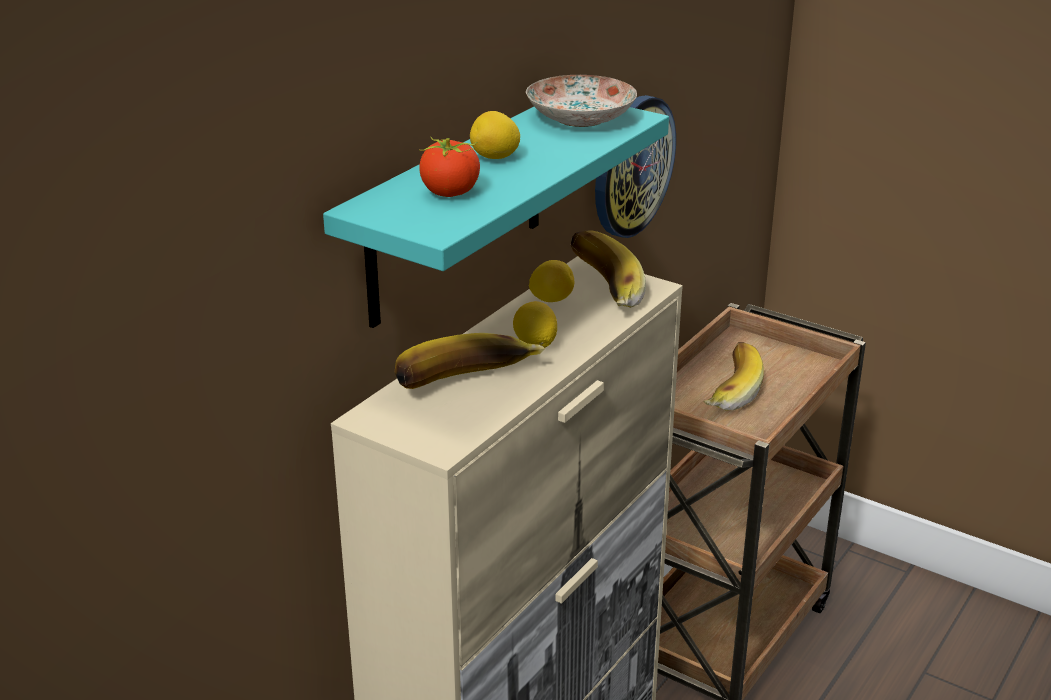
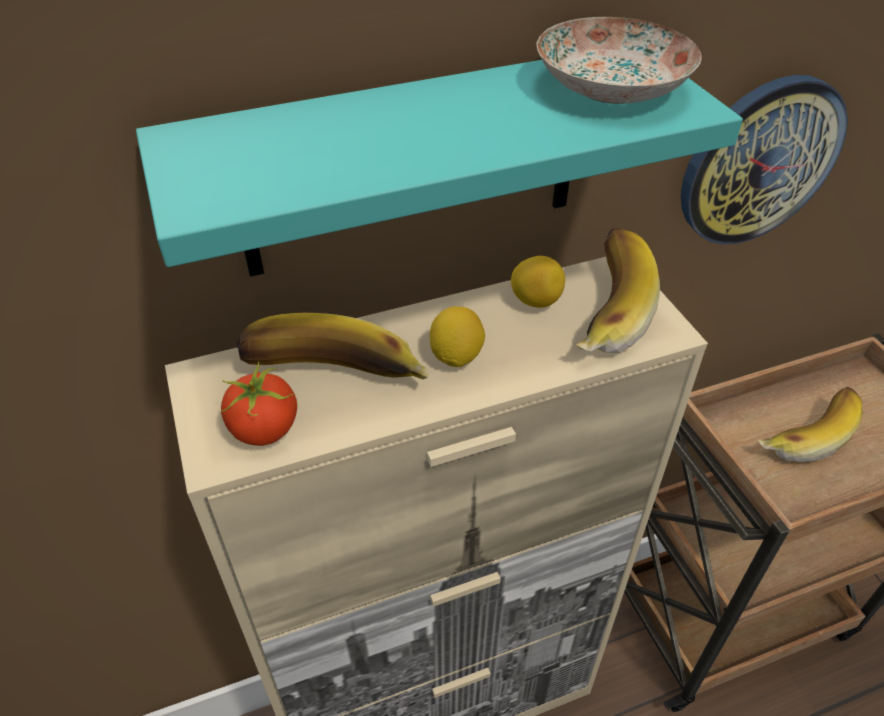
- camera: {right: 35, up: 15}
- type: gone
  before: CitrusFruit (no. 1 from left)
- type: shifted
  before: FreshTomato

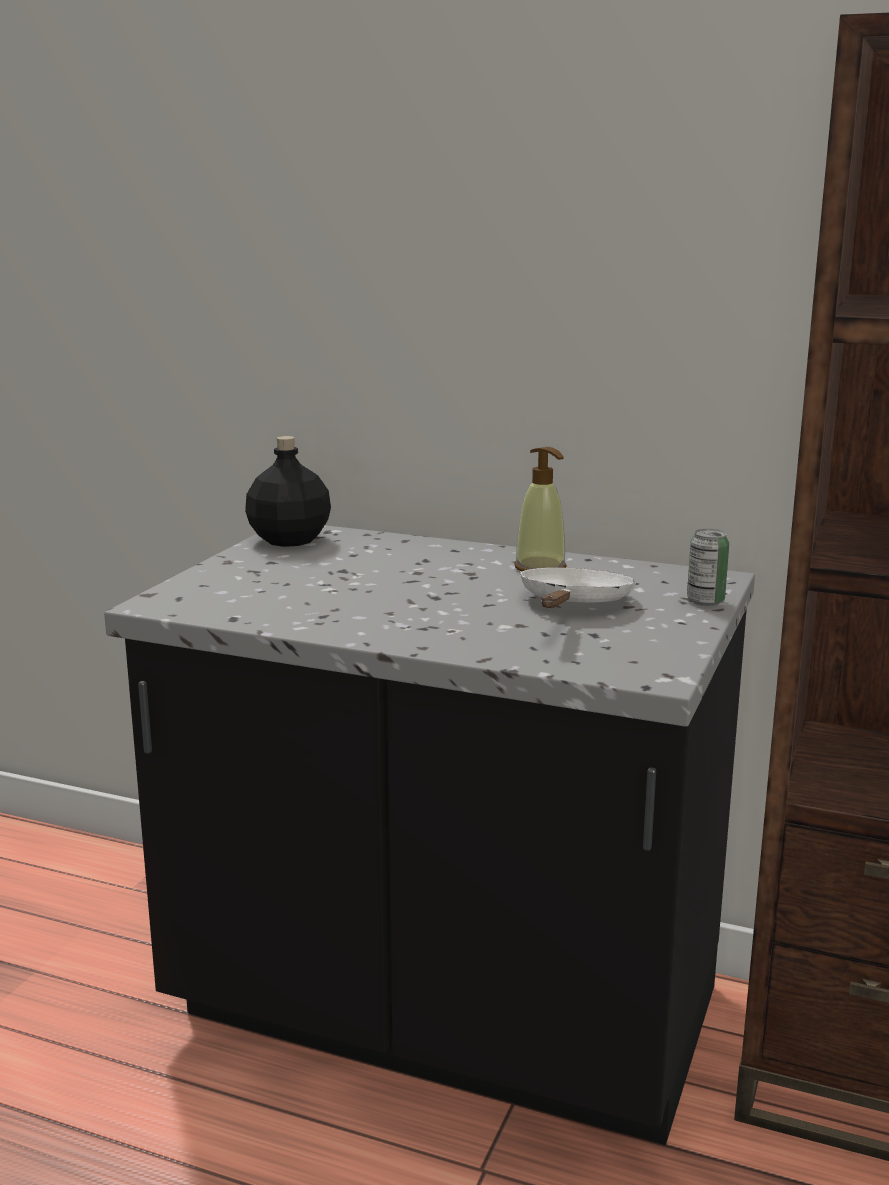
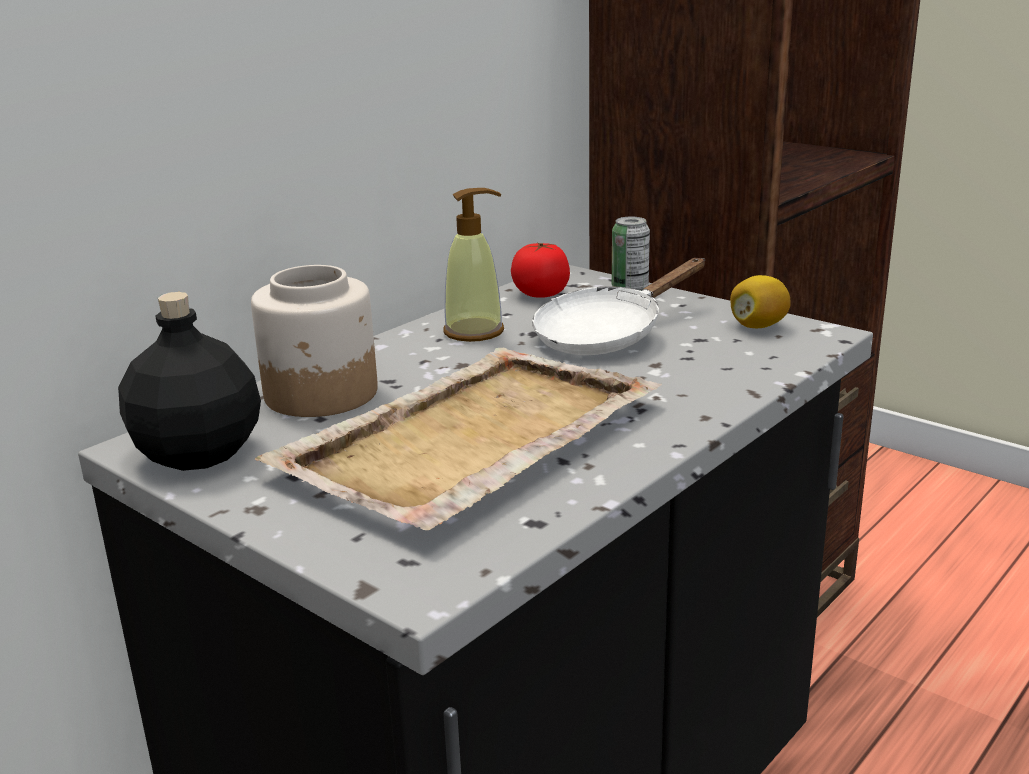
- camera: {right: -70, up: 5}
- type: new
  after: StorageJar
- type: new
  after: BeigeColouredCarryingTray
- type: new
  after: FreshTomato
- type: new
  after: CitrusFruit
- type: rotated
  before: WhiteColouredPan
  turn: -75

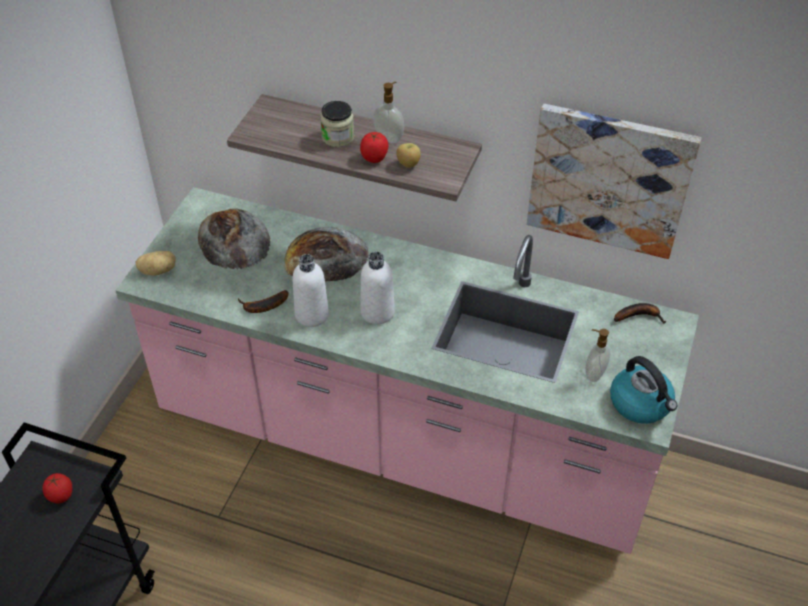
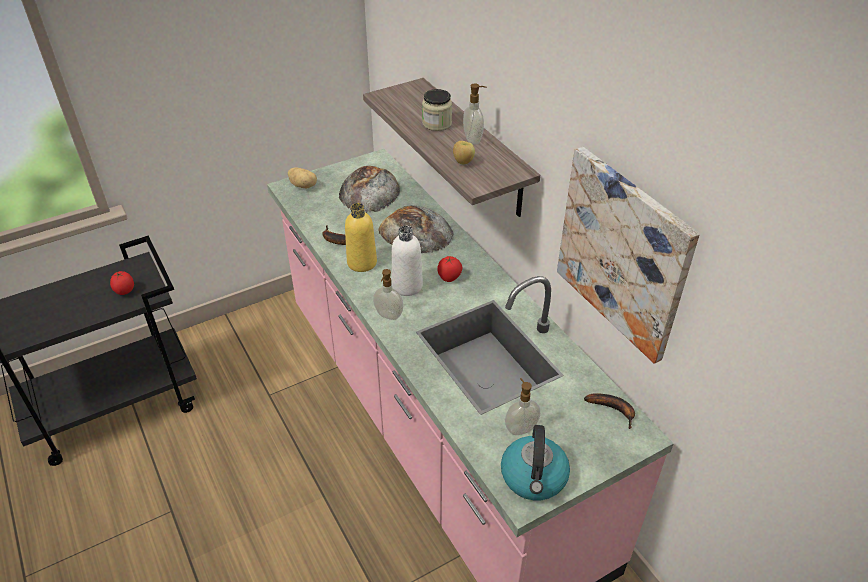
- camera: {right: 40, up: -5}
- type: new
  after: SoapBottle (no. 1 from left)
- type: shifted
  before: FreshTomato (no. 2 from left)
- type: repainted
  before: WhiteColouredDrinkBottle (no. 1 from left)
  after: YellowDrinkBottle

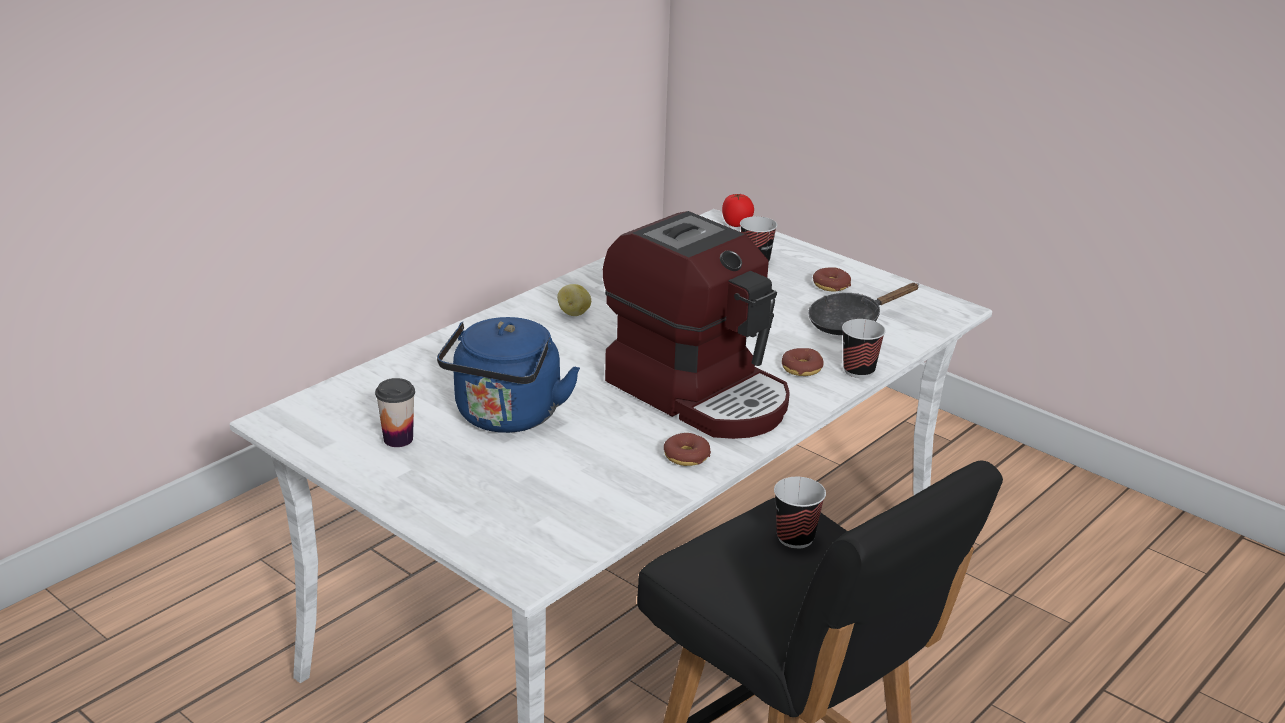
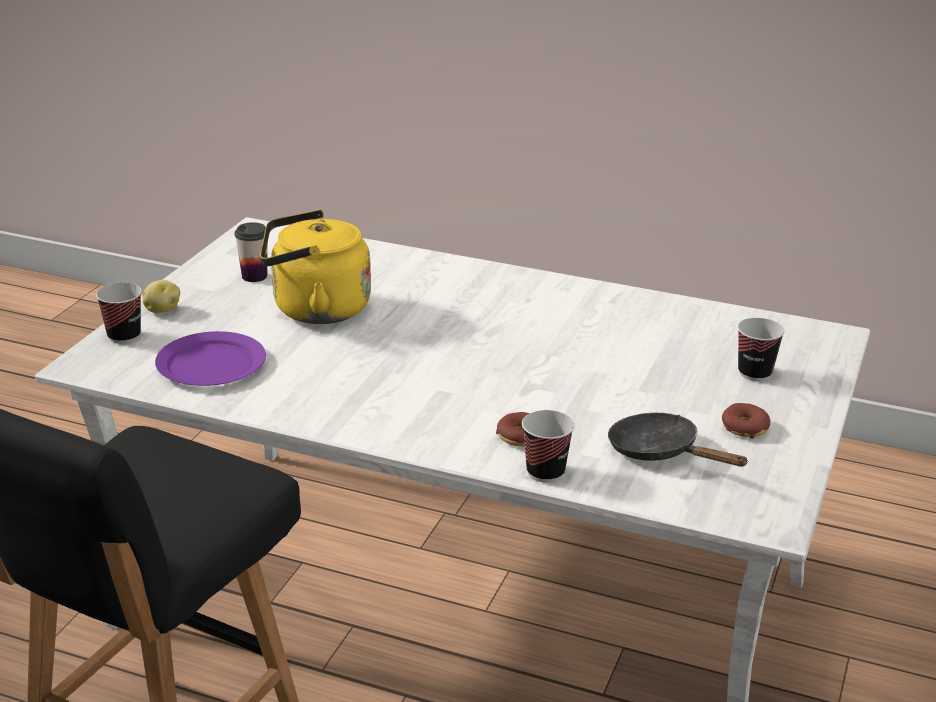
- camera: {right: 70, up: 0}
- type: gone
  before: CoffeeMaker
- type: gone
  before: RingDoughnut (no. 1 from left)
- type: gone
  before: FreshTomato
- type: new
  after: PurpleColouredFlatDish
- type: shifted
  before: WholePotato
- type: shifted
  before: DrinkingCup (no. 3 from left in the first image)
  after: DrinkingCup (no. 1 from left)
- type: repainted
  before: BlueColouredTeaKettle
  after: YellowTeaKettle

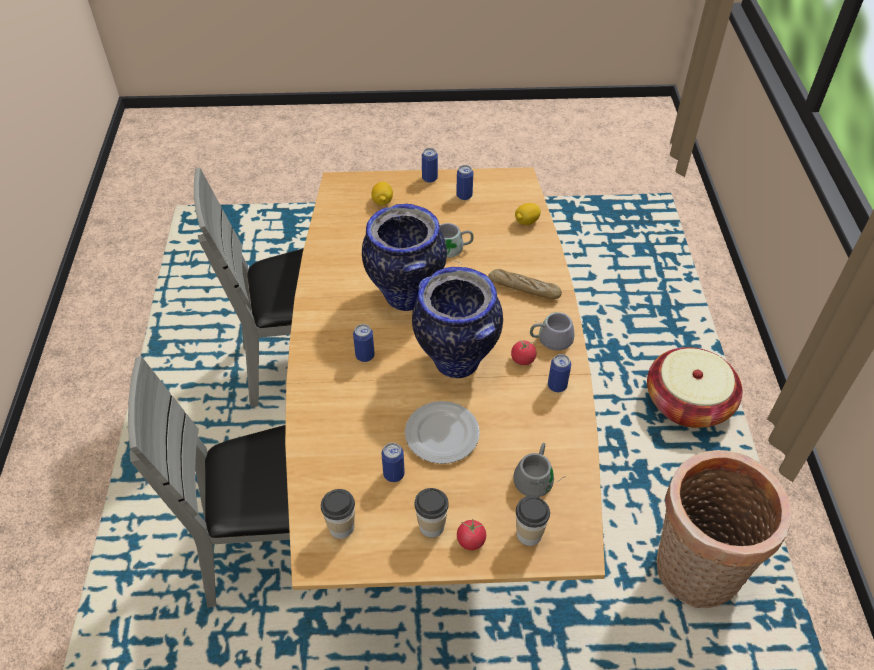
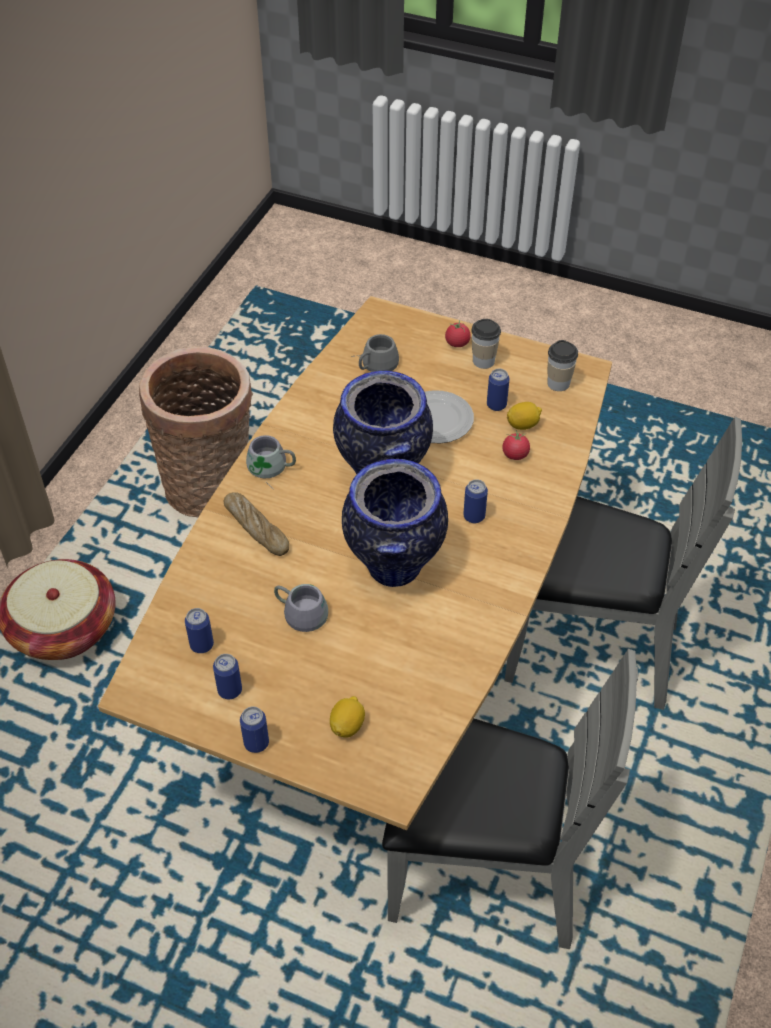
- camera: {right: -155, up: 0}
- type: gone
  before: DrinkingCup (no. 3 from left)
- type: shifted
  before: FreshTomato (no. 2 from left)
- type: shifted
  before: CitrusFruit (no. 2 from left)
- type: shifted
  before: Can (no. 5 from left in the first image)
  after: Can (no. 1 from left)

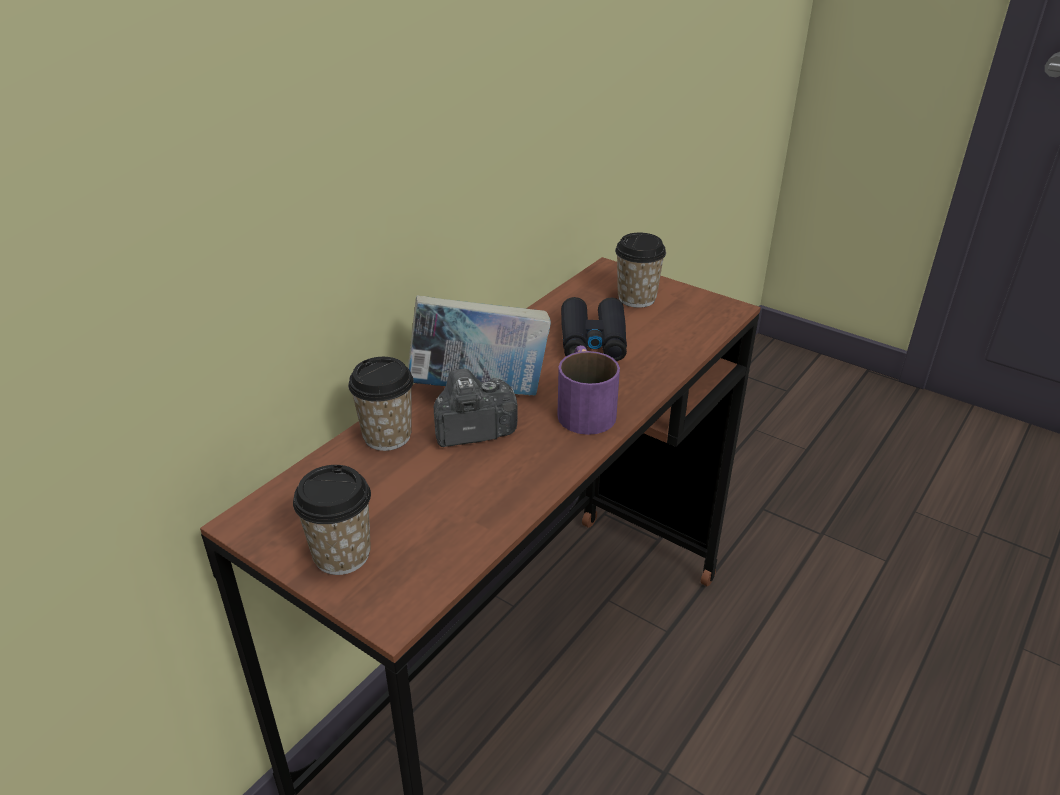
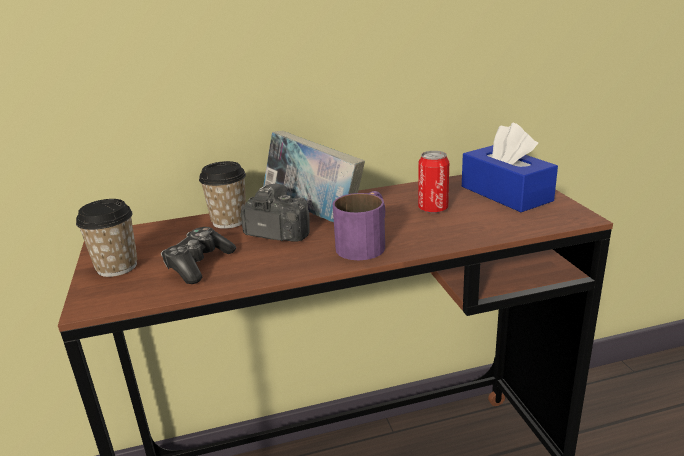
- camera: {right: 40, up: -10}
- type: new
  after: Joypad
- type: swapped
  before: BlackishBinoculars
  after: Can
- type: swapped
  before: DrinkingCup (no. 3 from left)
  after: BlueColouredTissueHolder

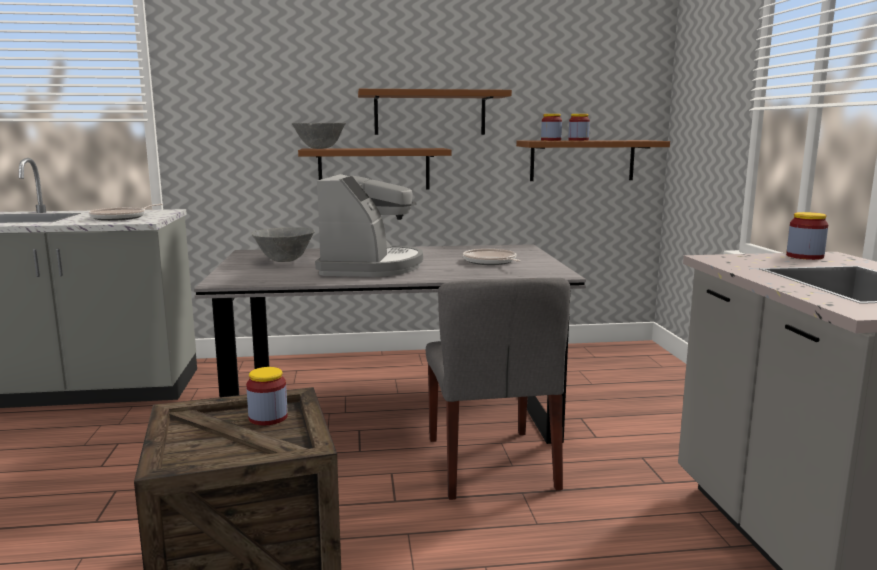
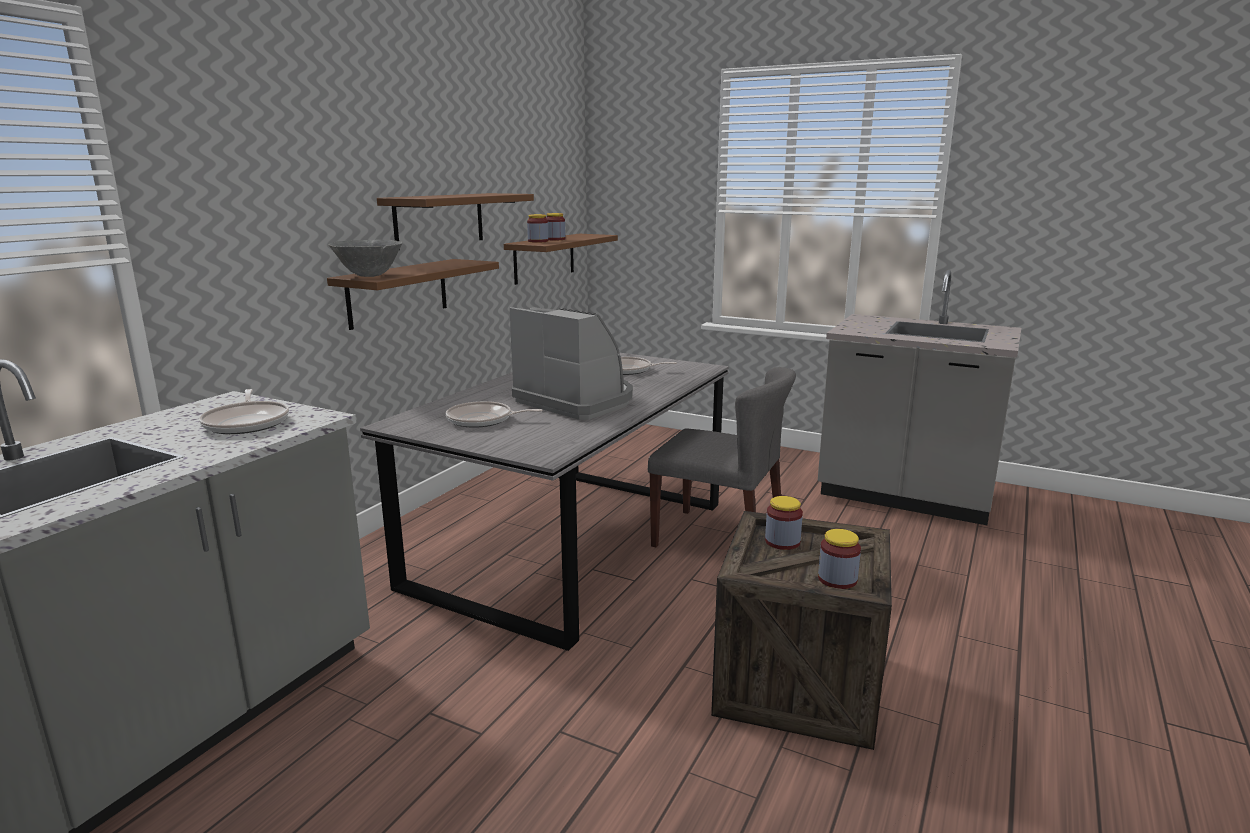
- camera: {right: -55, up: 5}
- type: shifted
  before: StorageJar (no. 4 from left)
- type: swapped
  before: GreyBowl (no. 1 from left)
  after: Pan (no. 2 from left)

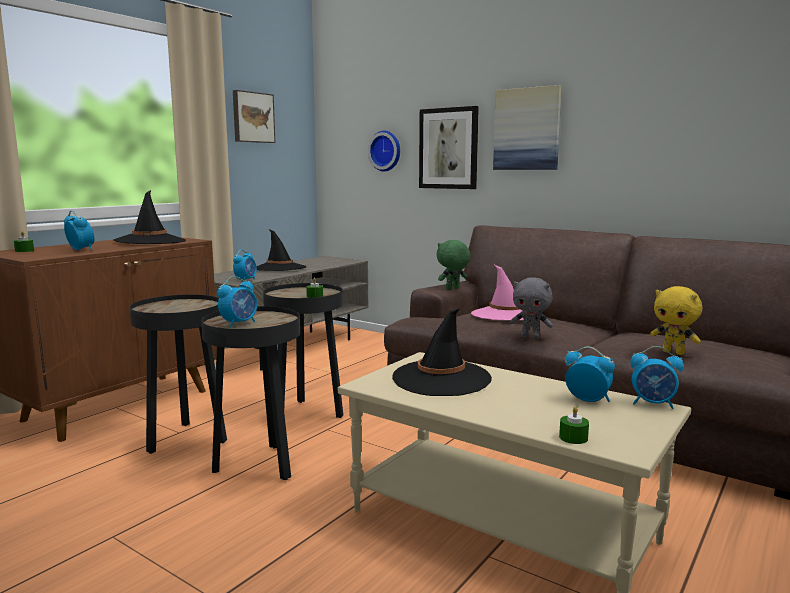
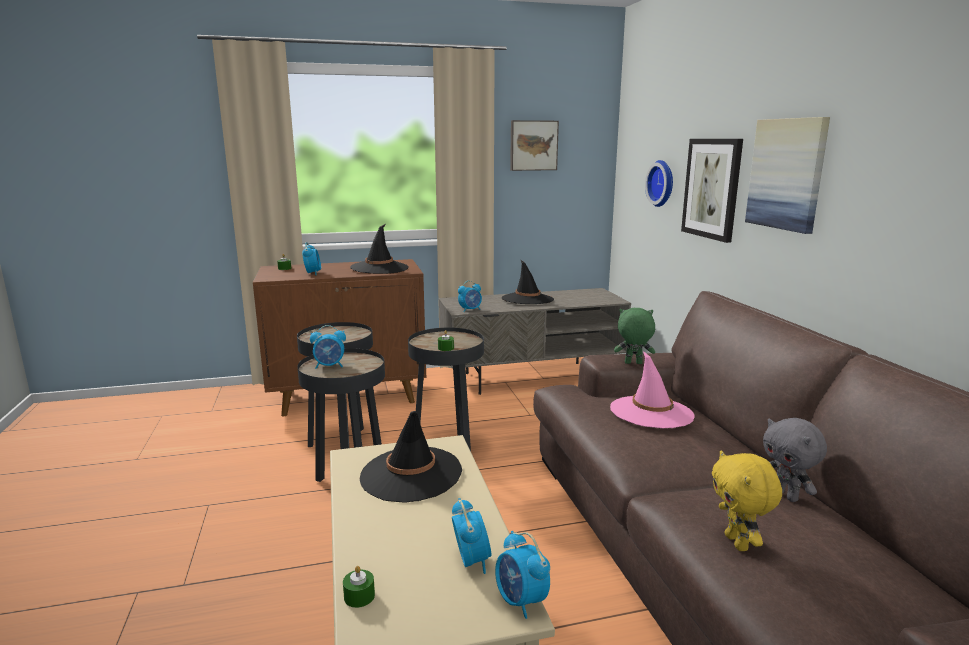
- camera: {right: 40, up: 5}
- type: shifted
  before: GreyPlushToy

